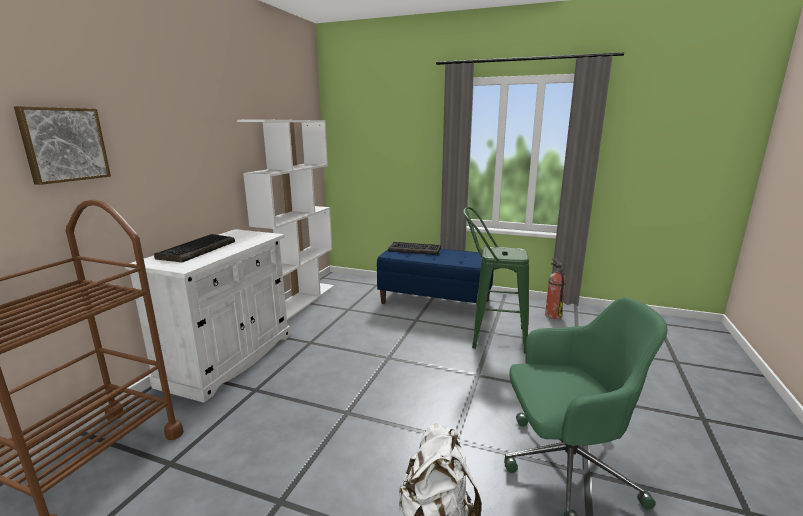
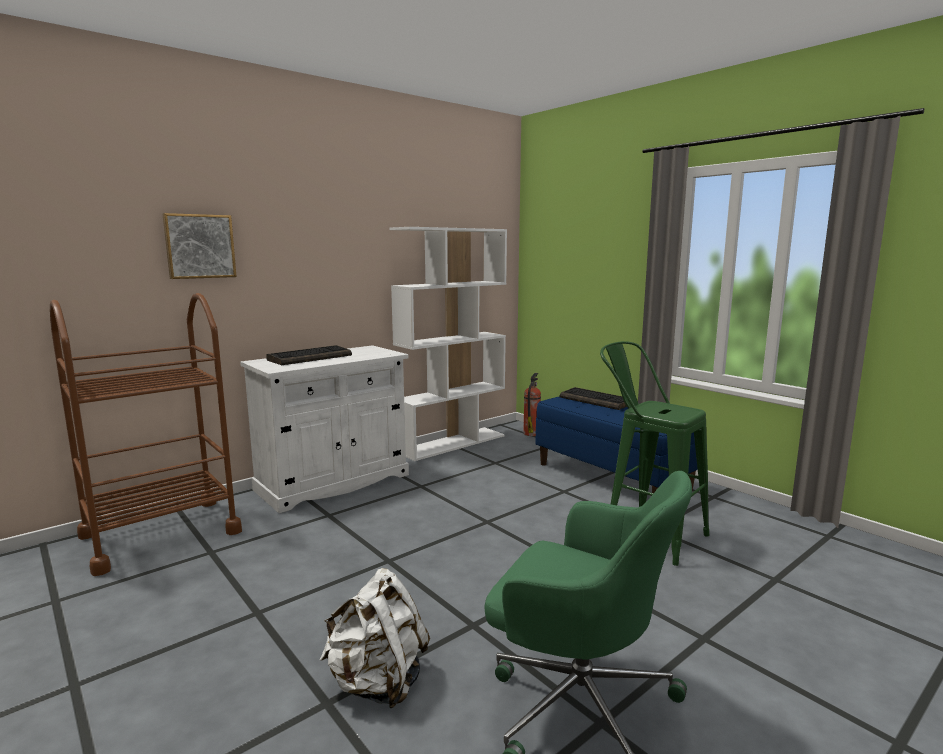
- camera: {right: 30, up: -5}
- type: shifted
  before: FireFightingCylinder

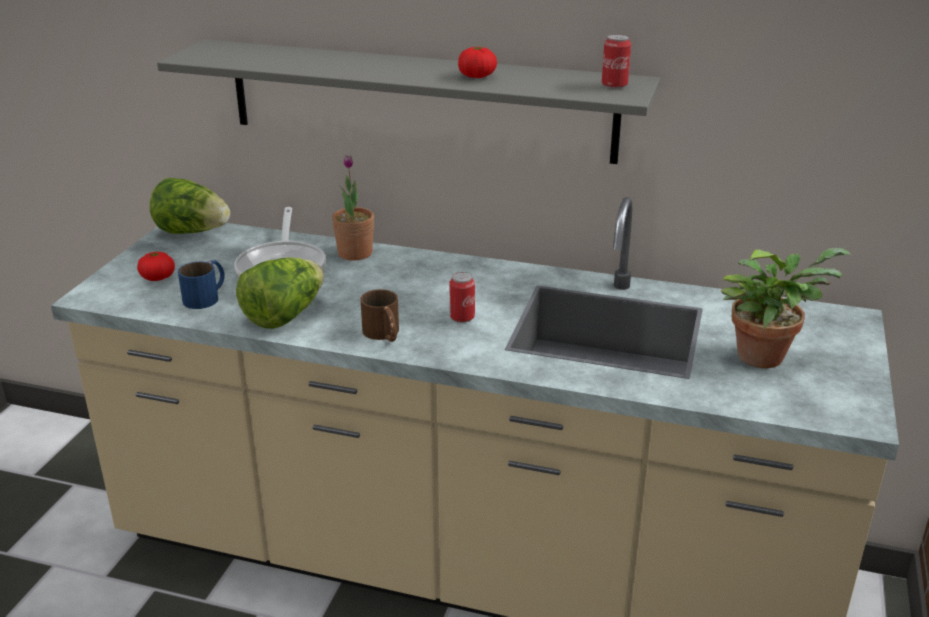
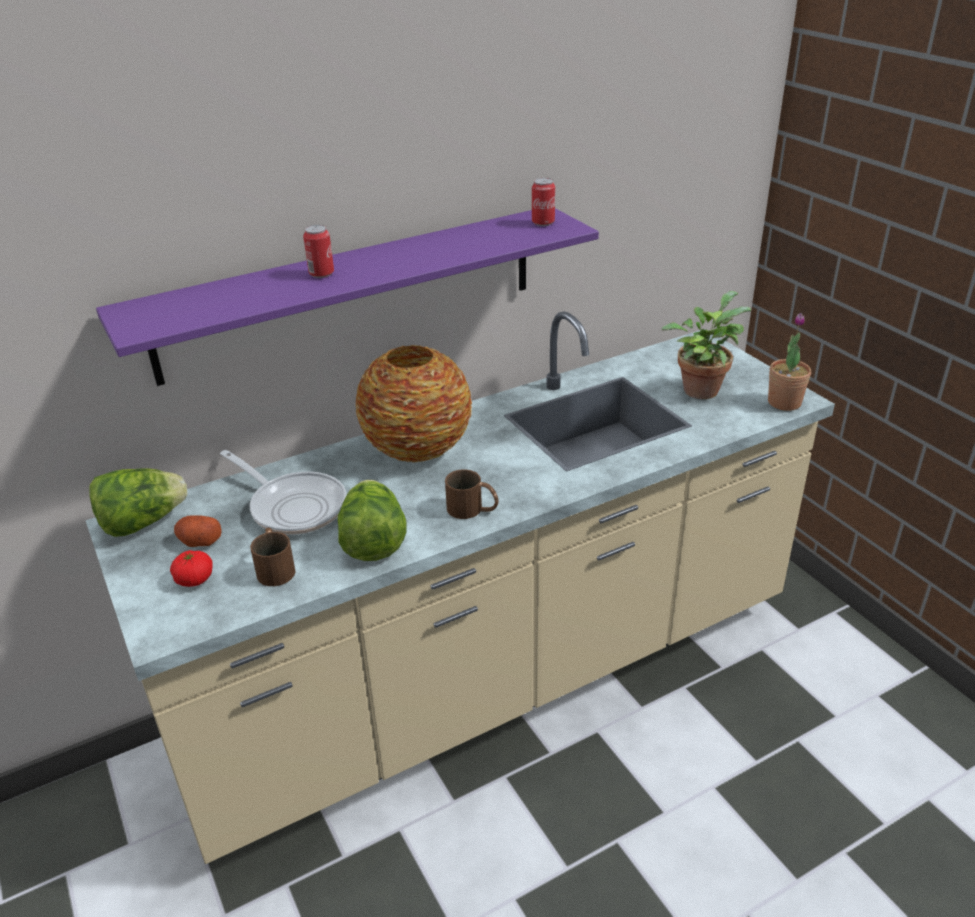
- camera: {right: -45, up: 5}
- type: gone
  before: FreshTomato (no. 2 from left)
- type: new
  after: WholePotato
- type: new
  after: FlowerVase
- type: shifted
  before: PottedPlant (no. 1 from left in the first image)
  after: PottedPlant (no. 2 from left)
- type: shifted
  before: Can (no. 1 from left)
- type: repainted
  before: GreyBracketShelf
  after: PurpleColouredBracketShelf
- type: repainted
  before: BlueColouredCoffeeMug
  after: BrownCoffeeMug (no. 1 from left)

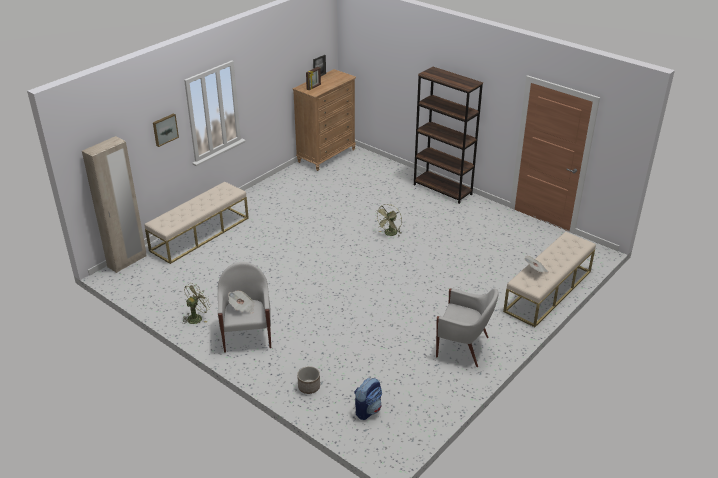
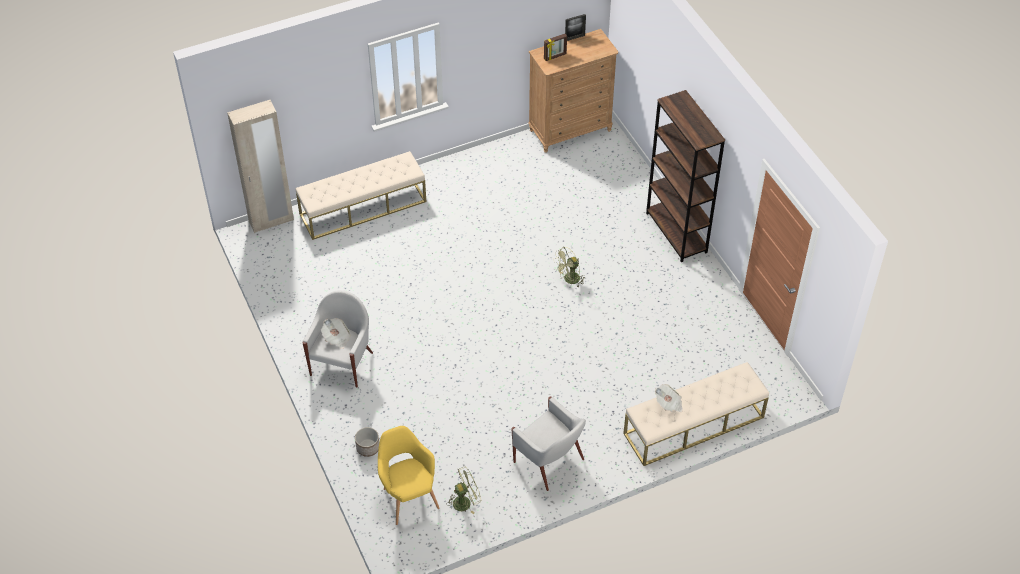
- camera: {right: 25, up: 15}
- type: gone
  before: Picture
- type: shifted
  before: GreenishCoolingFan (no. 1 from left)
- type: swapped
  before: Backpack
  after: YellowLoungeChair

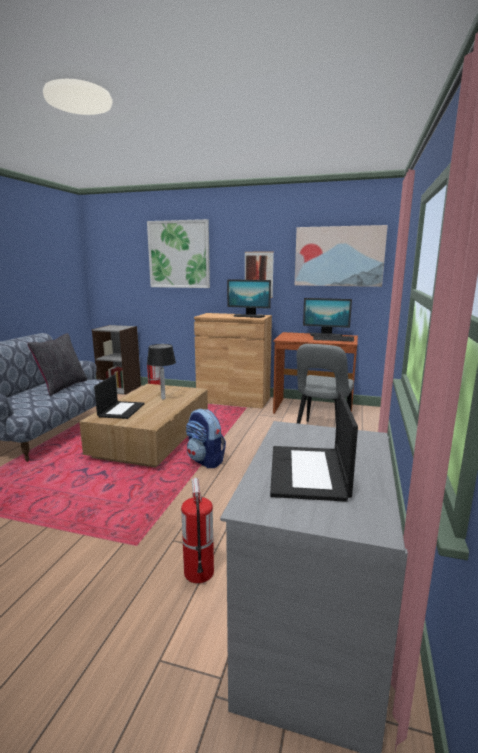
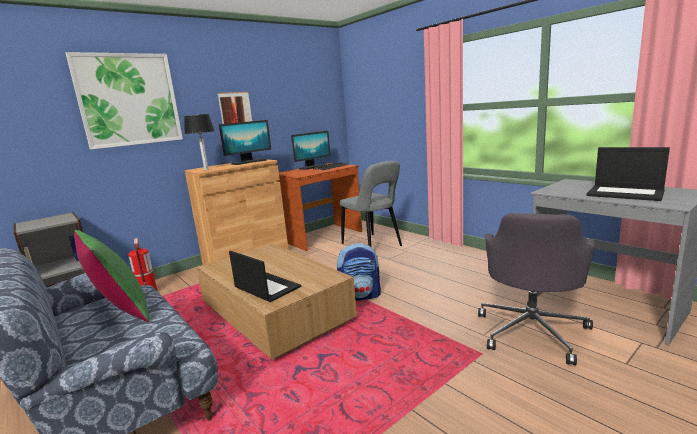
- camera: {right: -55, up: 0}
- type: gone
  before: Picture (no. 3 from left)
- type: shifted
  before: TableLamp
- type: swapped
  before: FireFightingCylinder (no. 2 from left)
  after: GreyComputerChair
- type: repainted
  before: BlackishThrowPillow
  after: GreenishThrowPillow

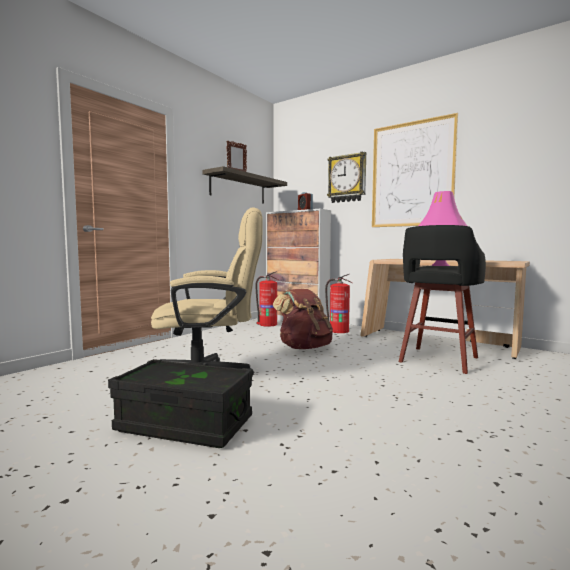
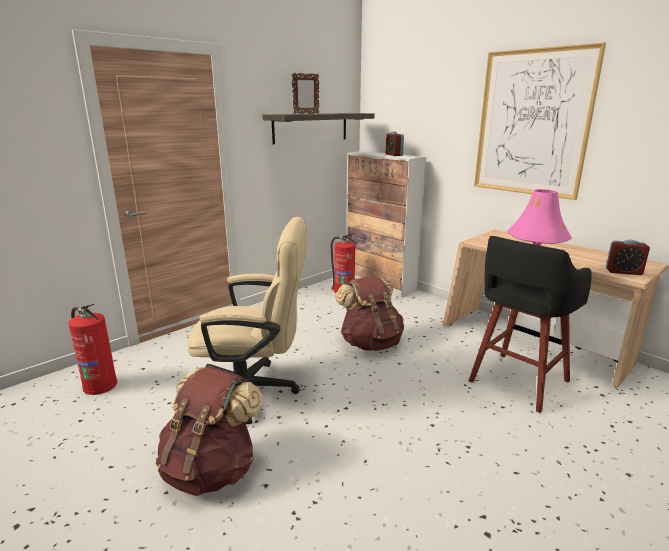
- camera: {right: 10, up: 15}
- type: gone
  before: ClockOnTheWall
- type: new
  after: AlarmClock (no. 2 from left)
- type: shifted
  before: FireFightingCylinder (no. 2 from left in the first image)
  after: FireFightingCylinder (no. 1 from left)
- type: swapped
  before: BlackishStorageContainer
  after: BrownBackpack (no. 1 from left)

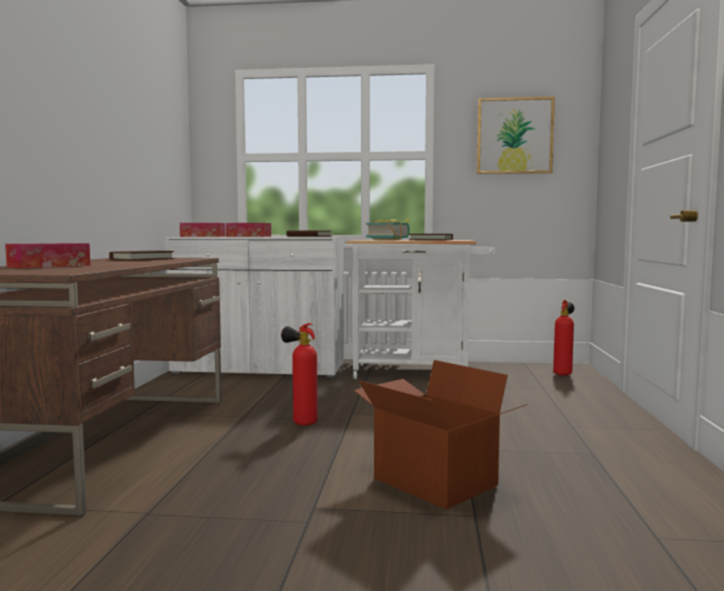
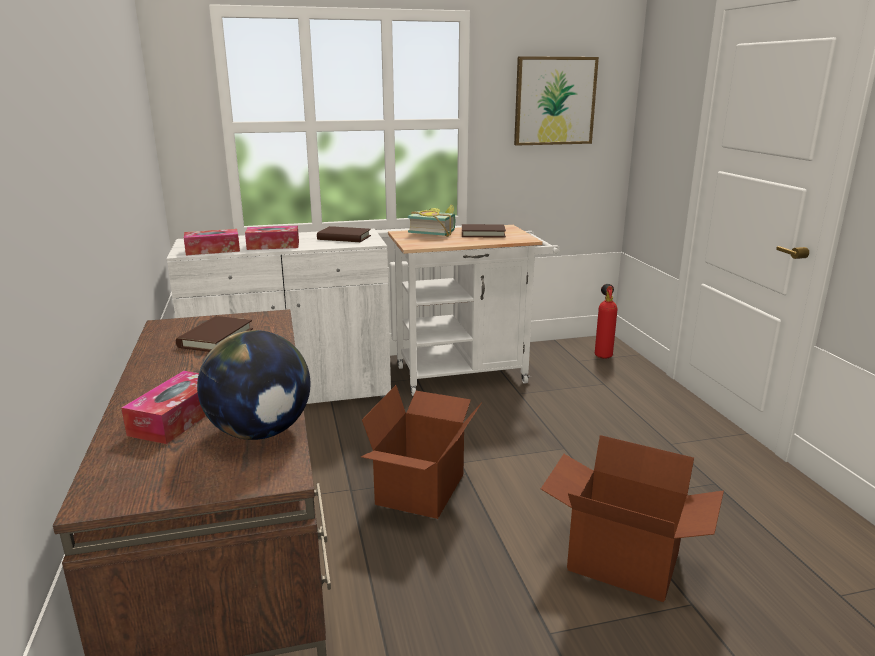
- camera: {right: -20, up: 15}
- type: new
  after: Globe
- type: swapped
  before: FireFightingCylinder (no. 1 from left)
  after: CardboardBox (no. 1 from left)

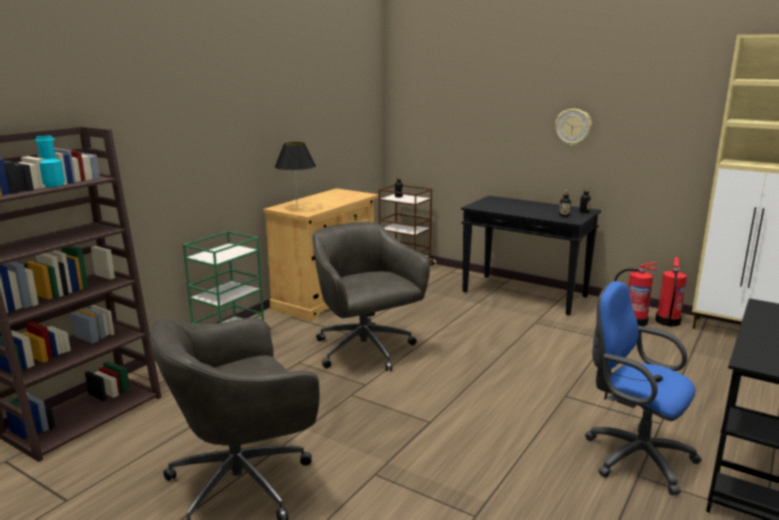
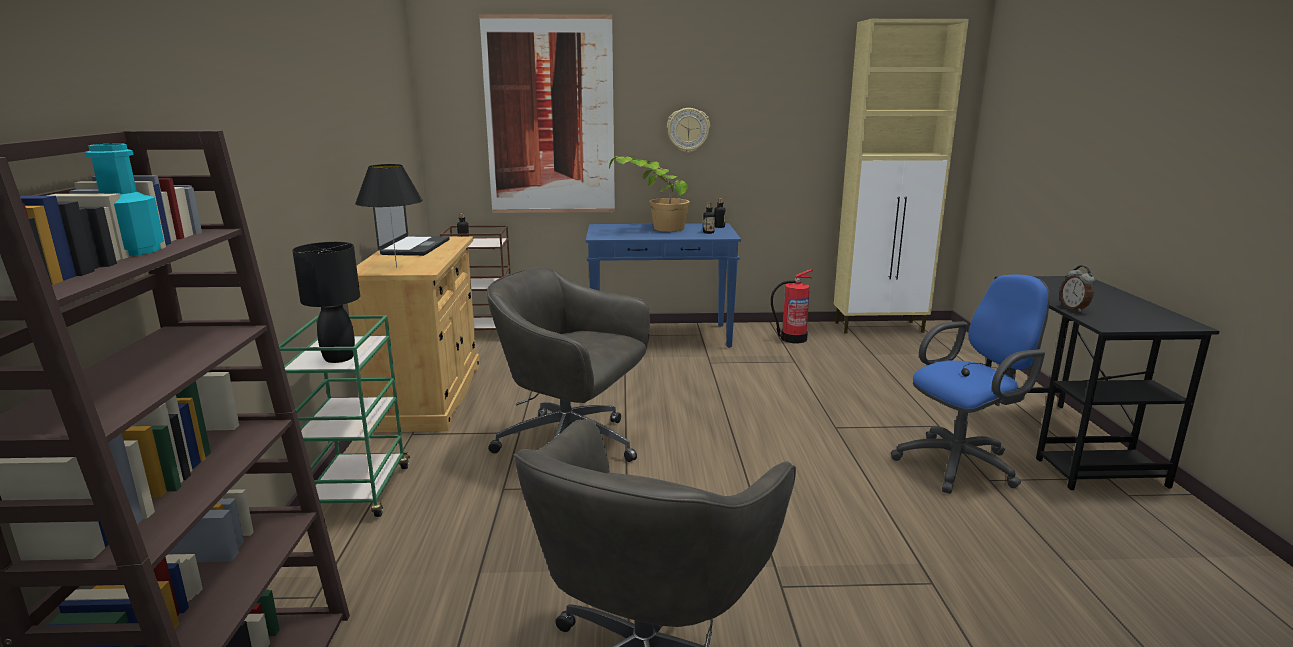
- camera: {right: -35, up: 0}
- type: gone
  before: FireFightingCylinder (no. 2 from left)
- type: new
  after: BlackishTableLamp (no. 1 from left)
- type: new
  after: NotebookComputer
- type: new
  after: Picture
- type: new
  after: PottedPlant
- type: new
  after: AlarmClock
- type: repainted
  before: BlackishConsoleTable
  after: BlueColouredConsoleTable
- type: rotated
  before: BlueColouredComputerChair
  turn: 150

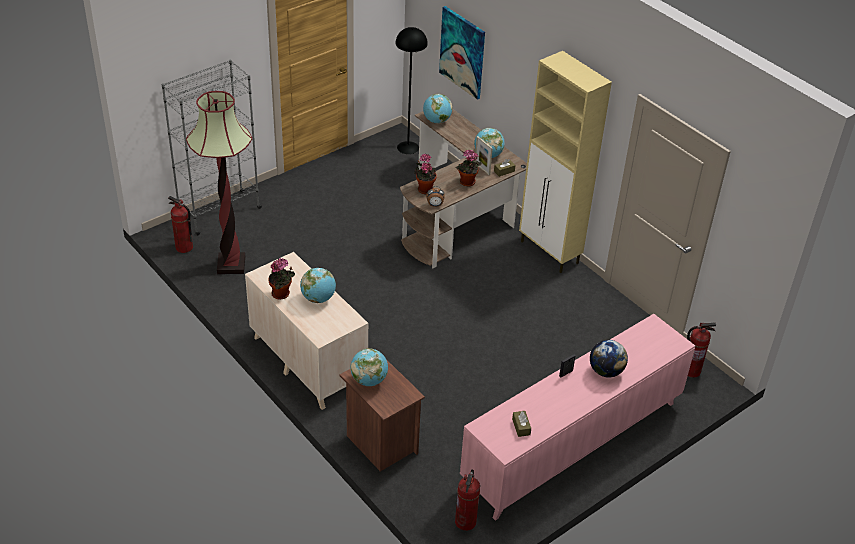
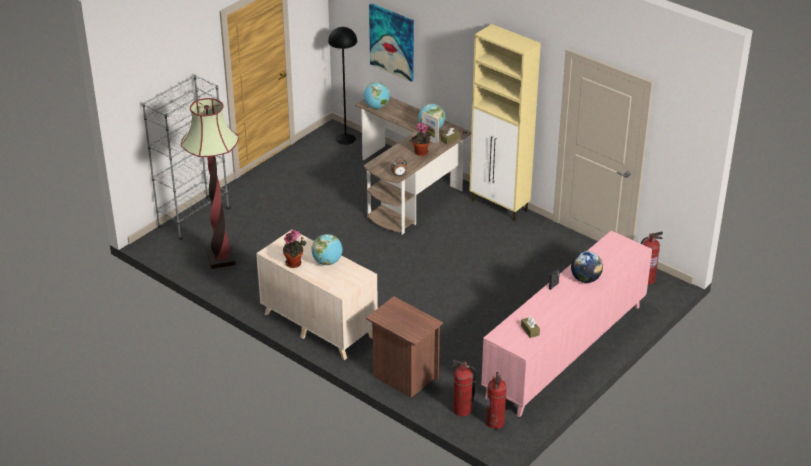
- camera: {right: -10, up: -5}
- type: gone
  before: Globe (no. 2 from left)
- type: gone
  before: PottedPlant (no. 2 from left)
- type: shifted
  before: FireFightingCylinder (no. 1 from left)

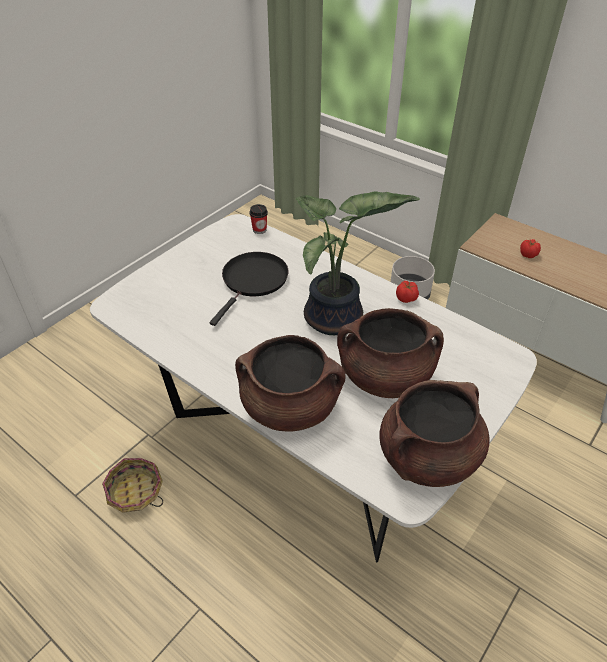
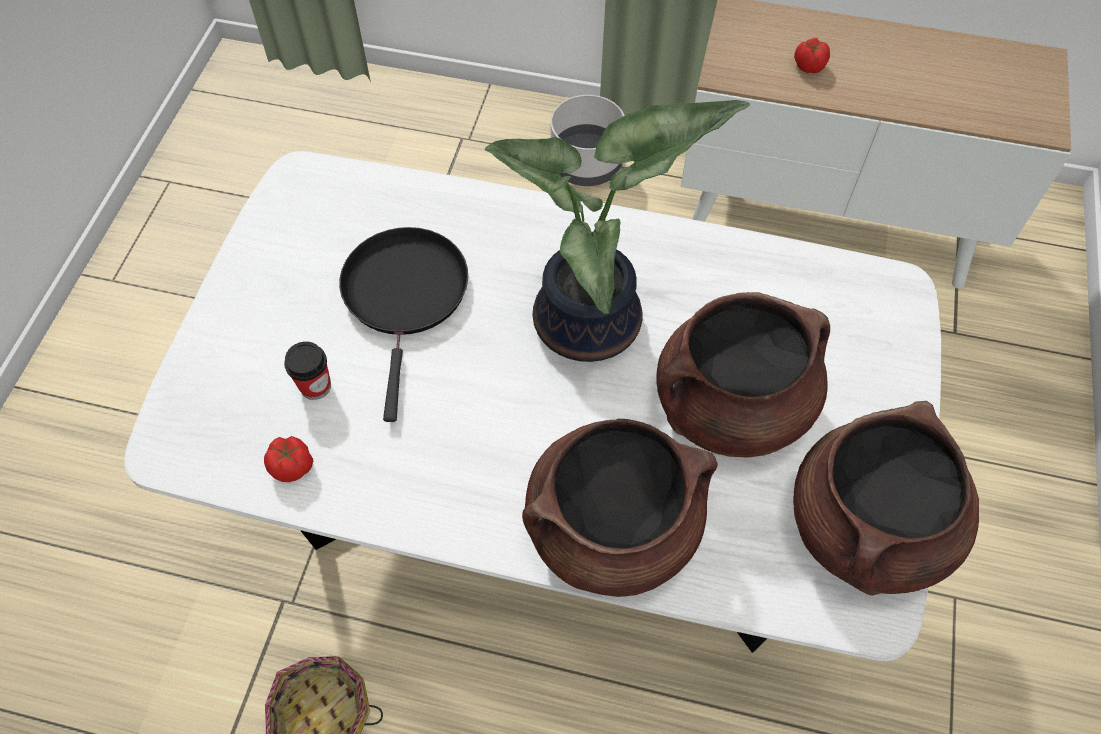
- camera: {right: -25, up: 15}
- type: shifted
  before: DrinkingCup
- type: shifted
  before: FreshTomato (no. 1 from left)

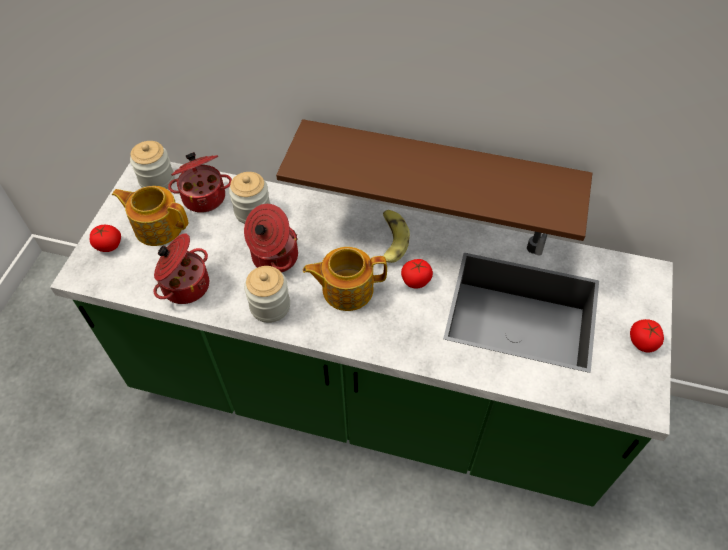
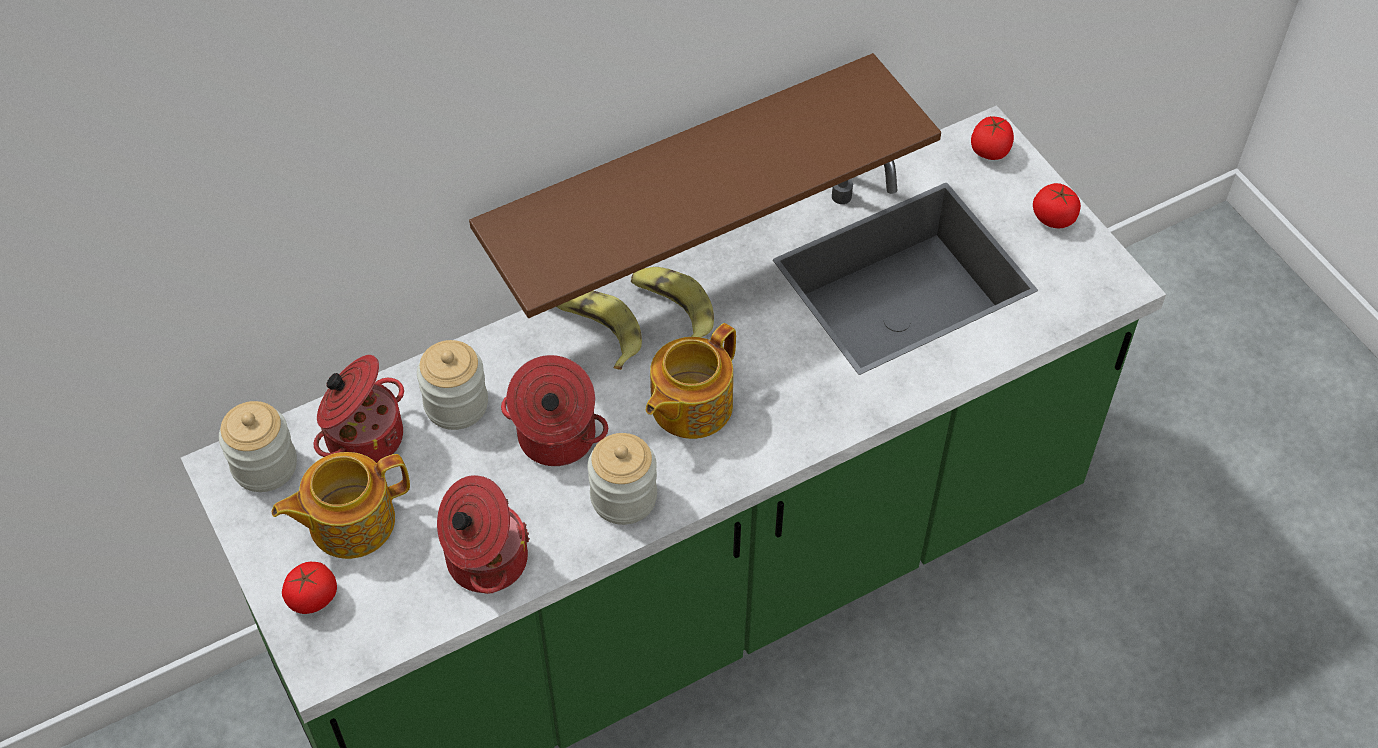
- camera: {right: -45, up: 0}
- type: new
  after: WholeBanana (no. 1 from left)
- type: shifted
  before: FreshTomato (no. 2 from left)

